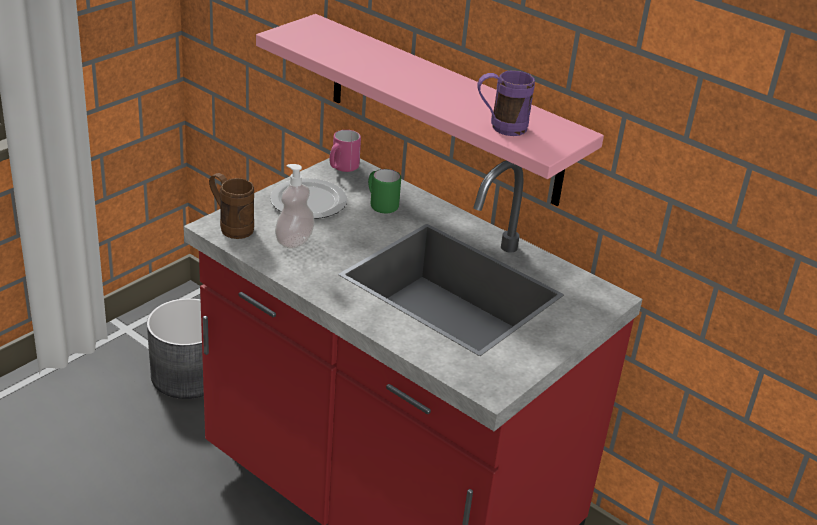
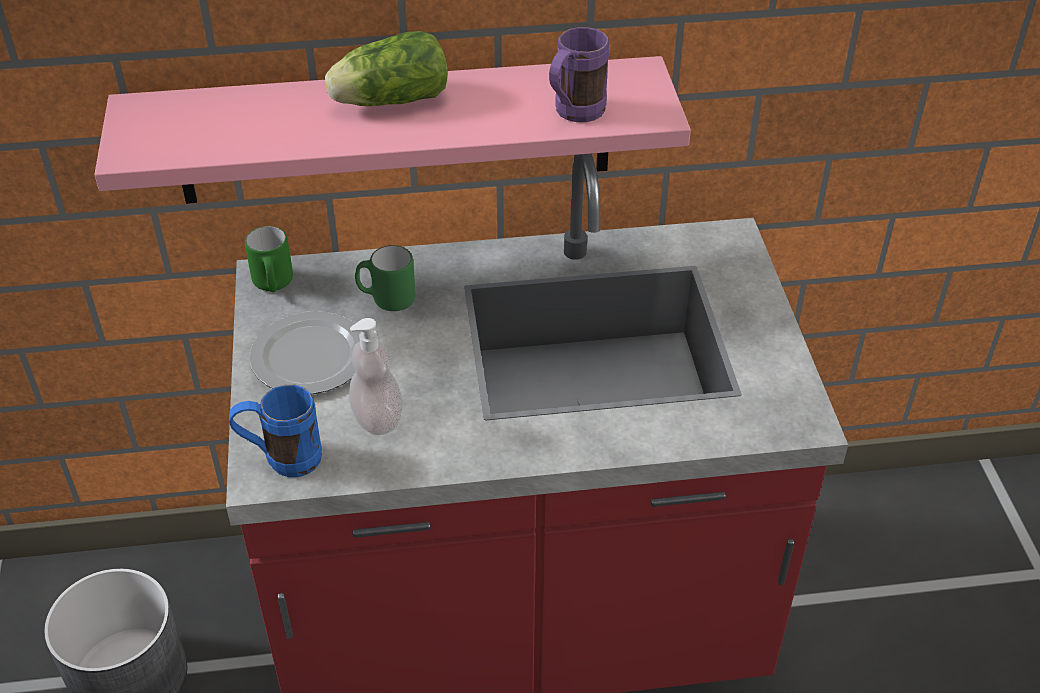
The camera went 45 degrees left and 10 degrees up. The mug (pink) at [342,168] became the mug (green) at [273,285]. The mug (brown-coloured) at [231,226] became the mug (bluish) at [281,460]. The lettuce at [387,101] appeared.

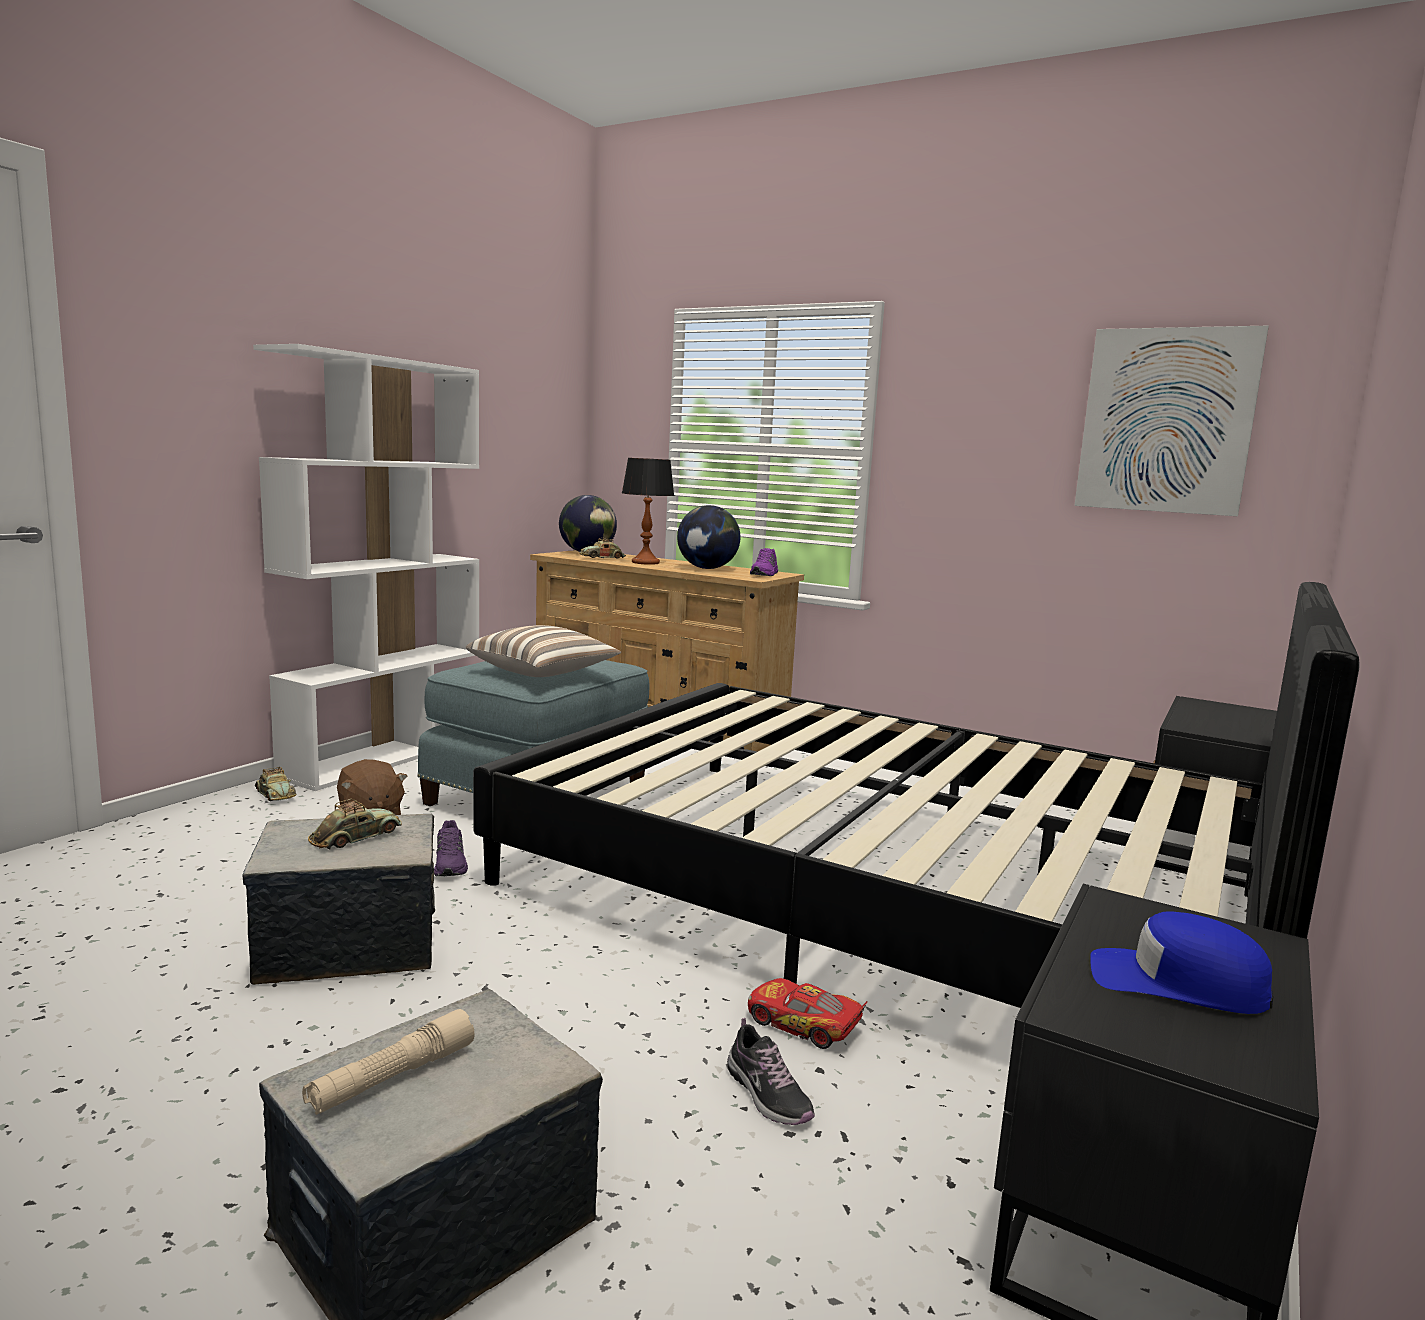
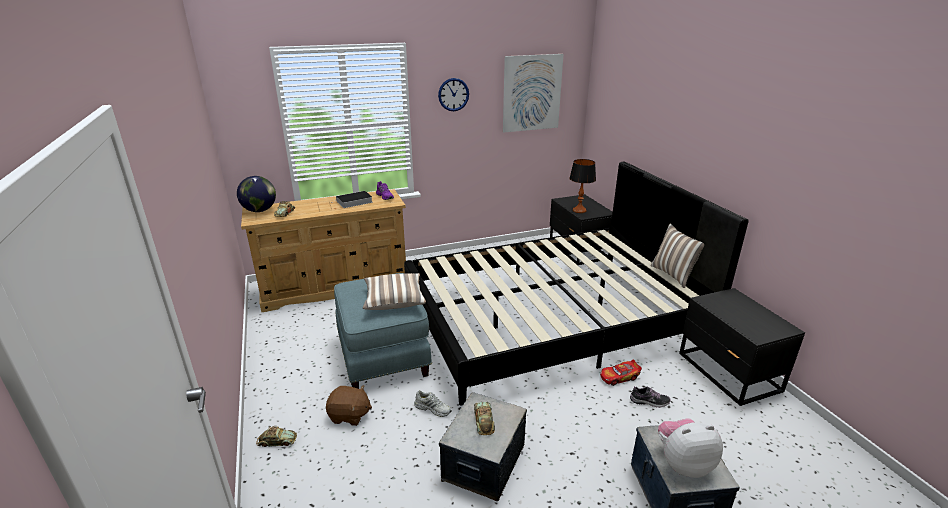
The camera went 50 degrees left and 15 degrees up. The shelving unit (white) at [384,756] disappeared. The lamp for a table moved from [646,562] to [579,210]. The desk globe at [707,568] was replaced by the volume at [353,202]. The low shoe (purple) at [451,864] became the low shoe (white) at [433,408]. The cap (bluish) at [1176,983] disappeared. The flashlight (beige) at [392,1078] was replaced by the soft toy at [683,463]. The clock on the wall at [453,94] appeared. The cushion at [674,275] appeared.

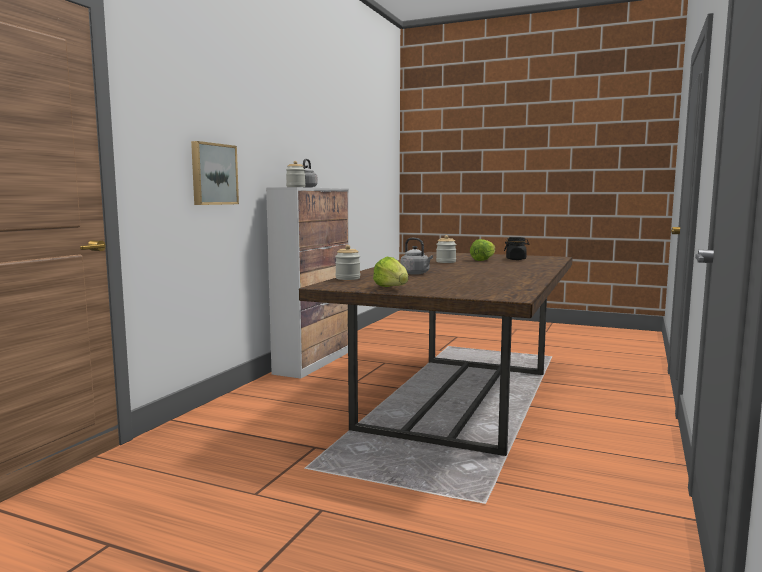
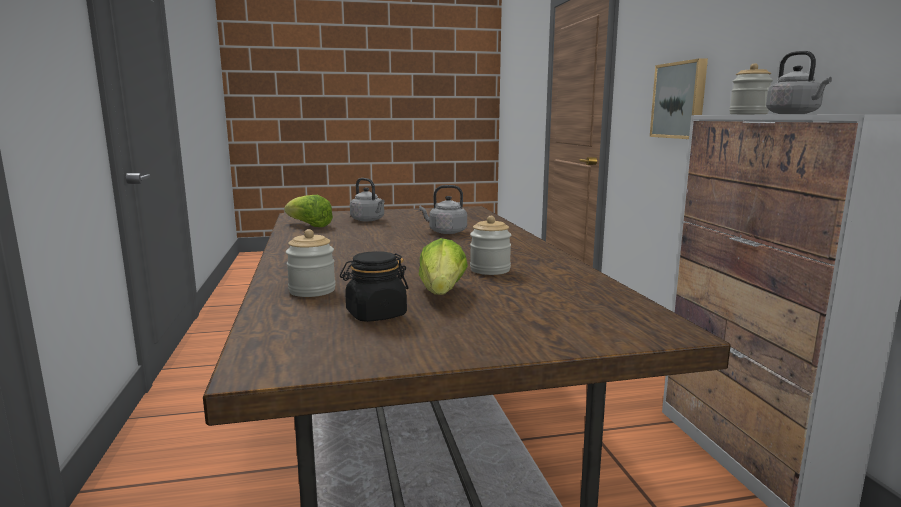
The camera went 145 degrees right and 5 degrees up. The storage jar moved from [347,278] to [312,290]. The lettuce moved from [392,288] to [309,226]. The water kettle (gray) at [369,220] appeared.

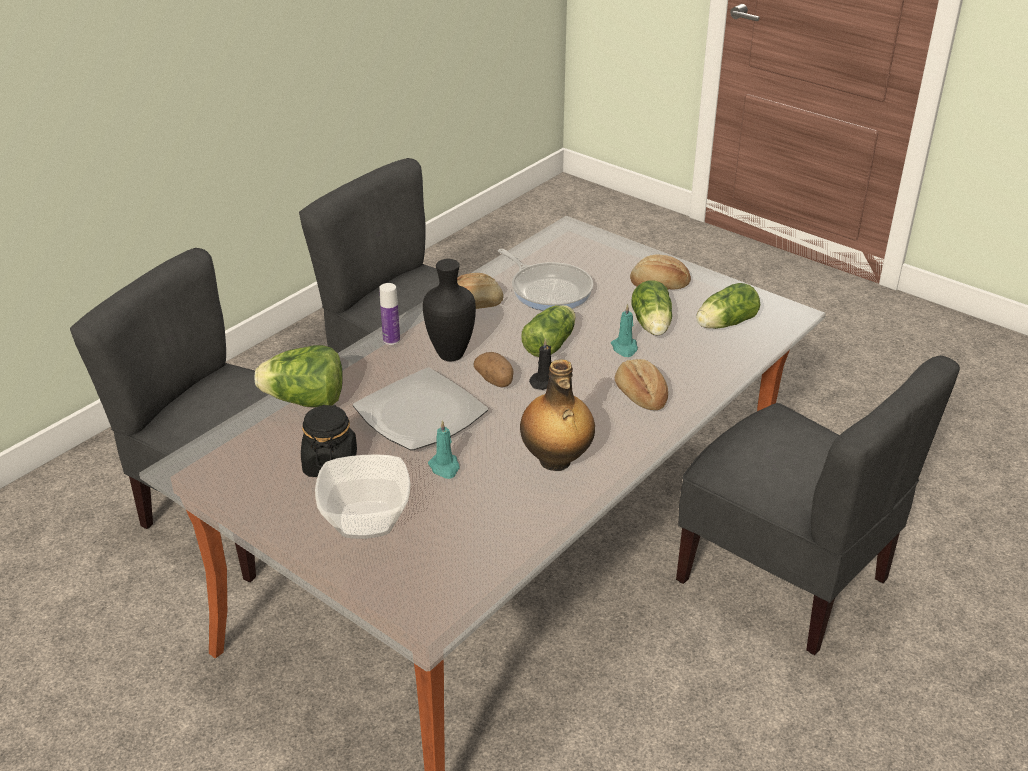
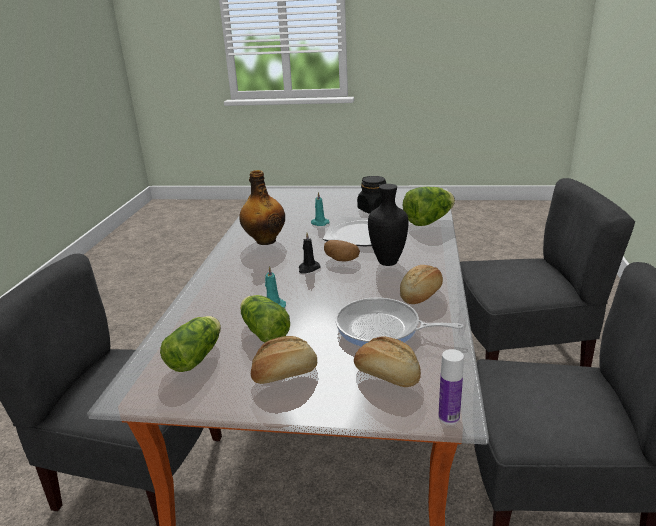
The camera went 150 degrees right and 10 degrees down. The bottle moved from [391,340] to [449,417]. The lettuce at [551,343] disappeared. The bakery bread moved from [639,396] to [387,374]. The serving bowl at [365,521] disappeared.

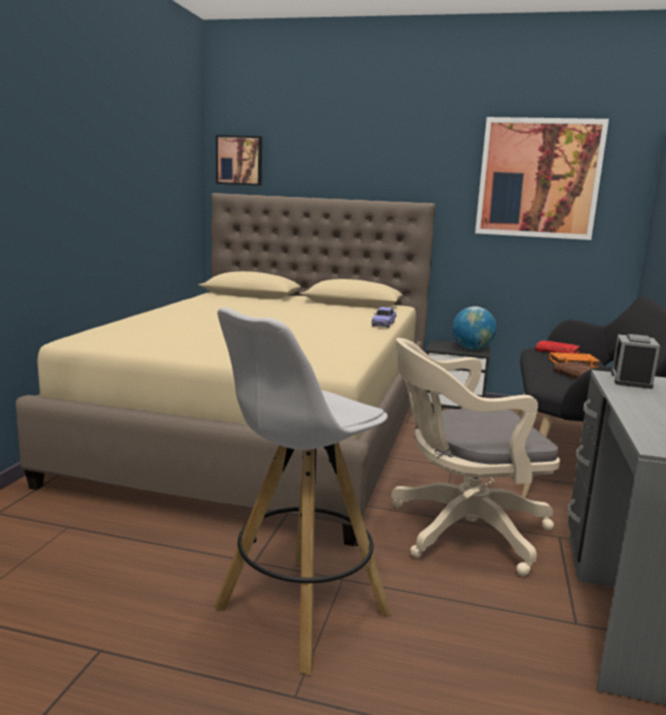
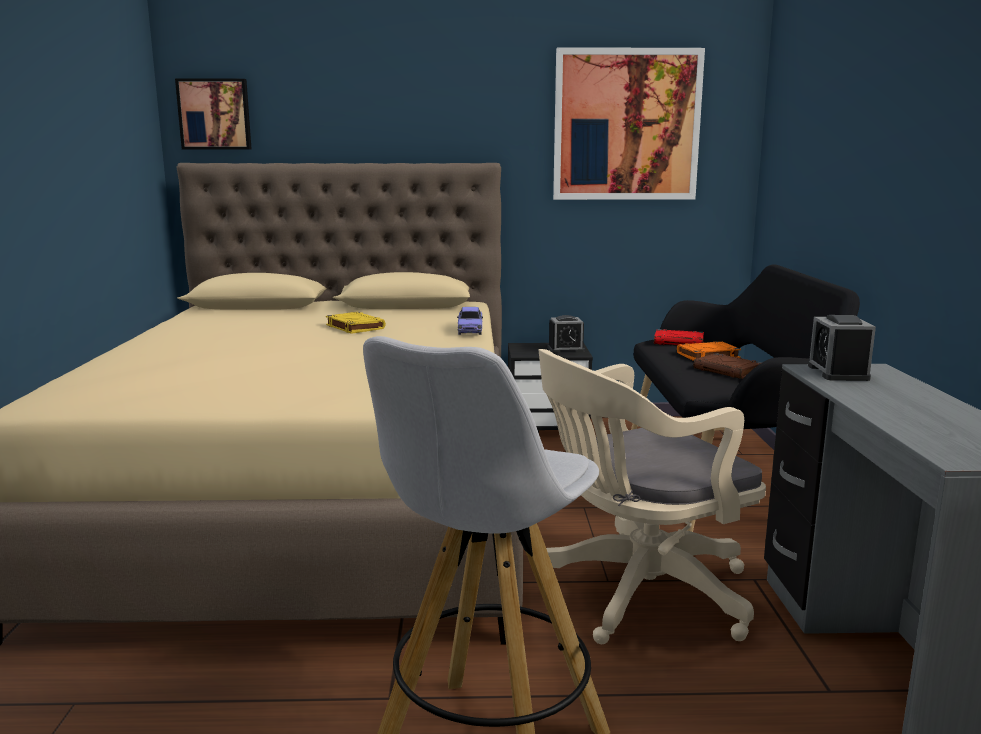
The camera went 15 degrees left and 0 degrees up. The desk globe at [472,349] was replaced by the alarm clock at [566,349]. The volume (yellow-coloured) at [354,327] appeared.

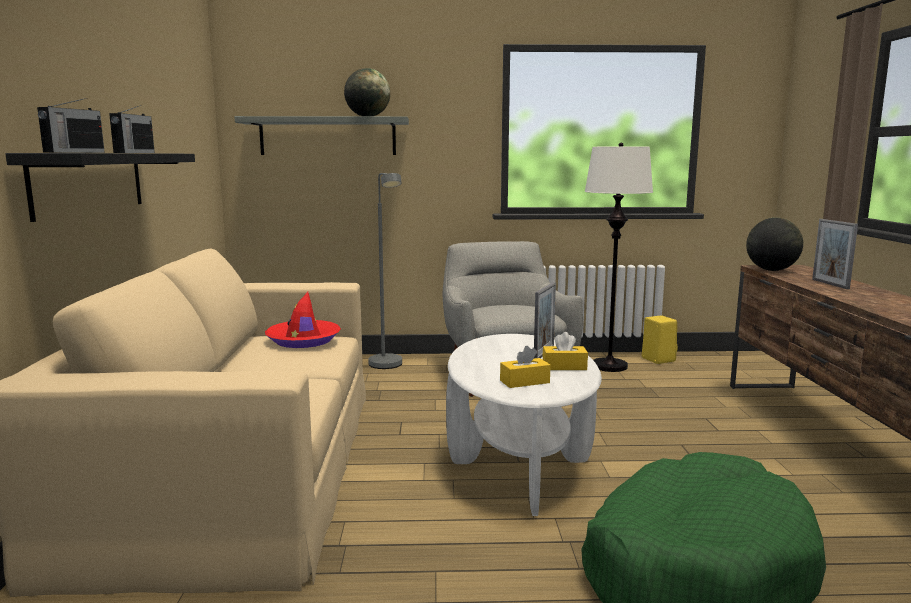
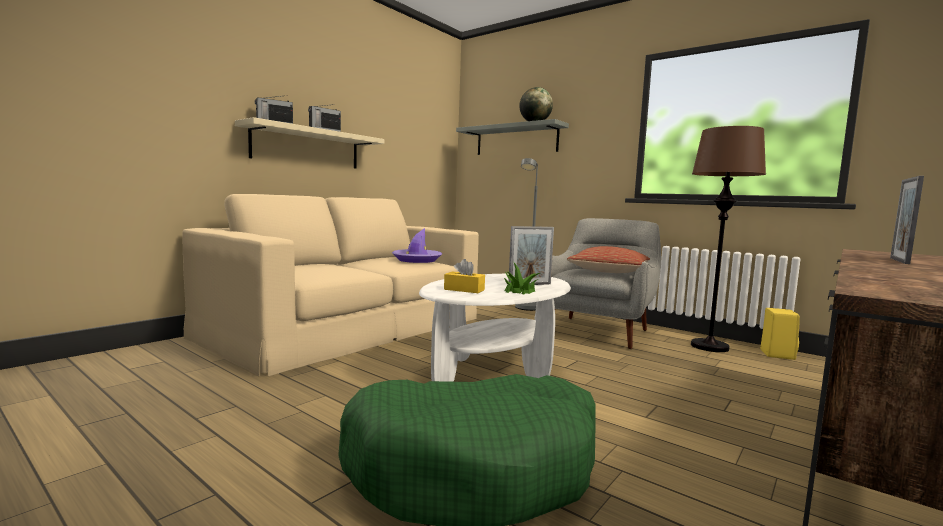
The camera went 40 degrees right and 5 degrees down. The floor lamp (white) at [609,366] became the floor lamp (brown-coloured) at [709,346]. The wall shelf (blackish) at [90,182] became the wall shelf (beige) at [307,147]. The desk globe at [771,270] disappeared. The clothing hat (reddish) at [303,340] became the clothing hat (purple) at [417,260]. The box of tissues (yellow-coloured) at [564,366] was replaced by the houseplant at [519,291]. The cushion at [609,272] appeared.

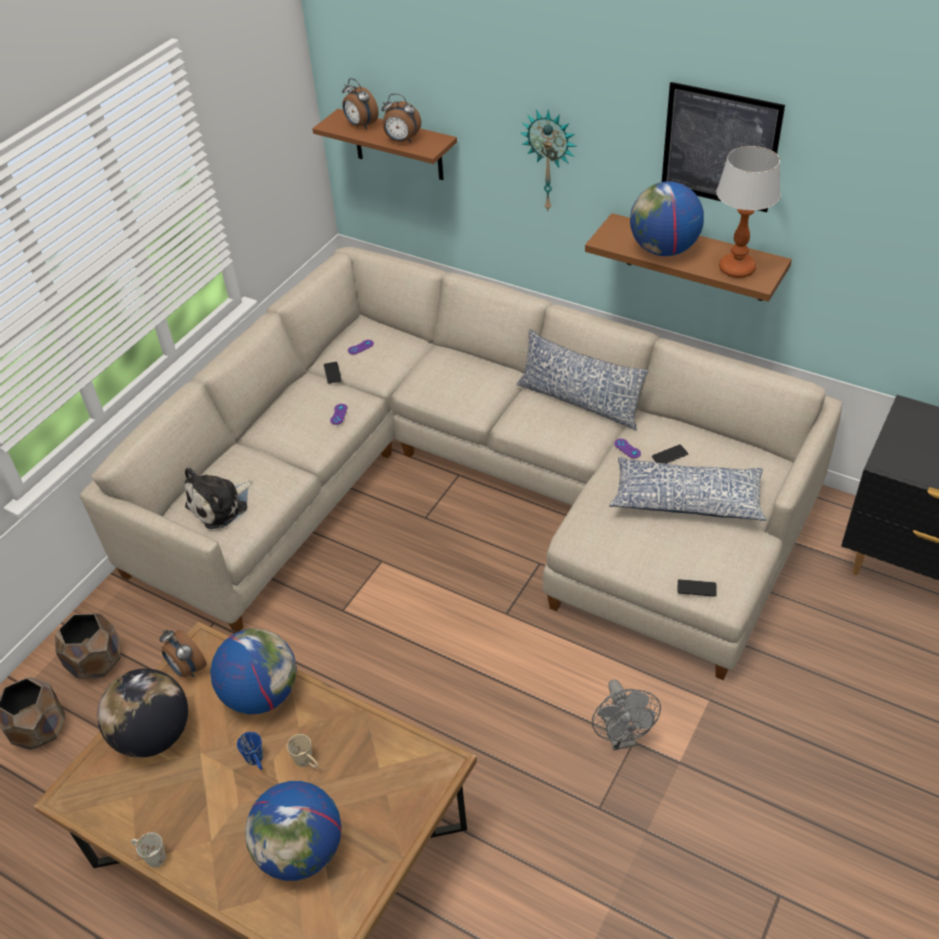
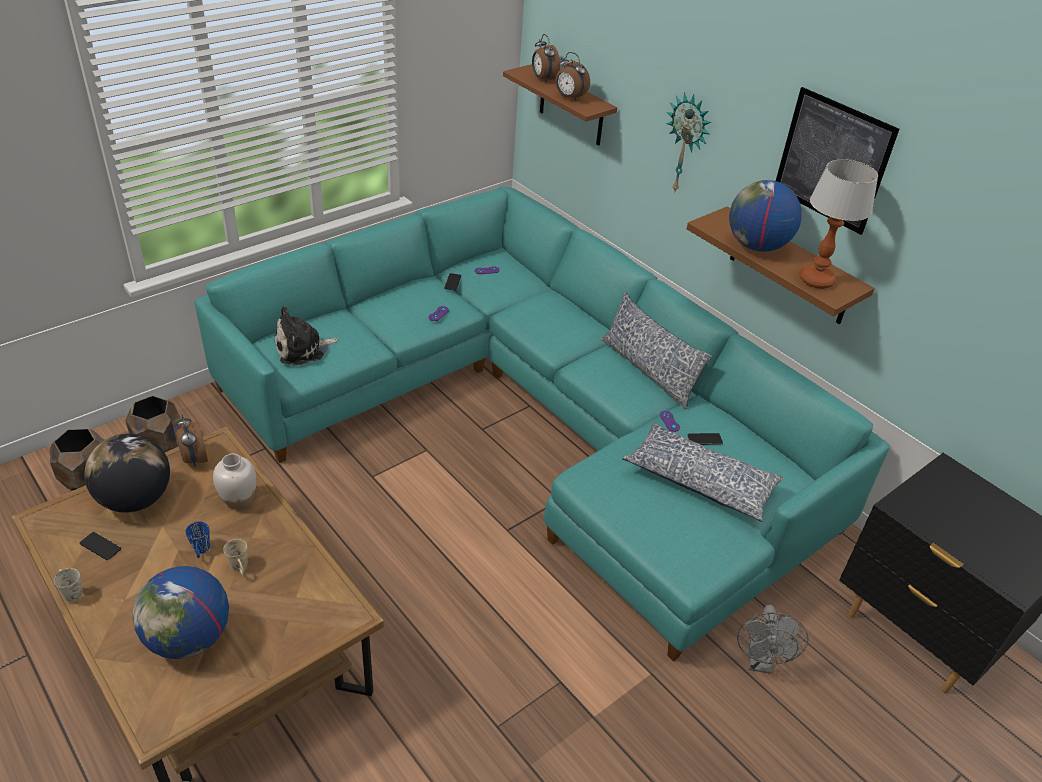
The camera went 15 degrees right and 5 degrees down. The settee (beige) at [474,487] became the settee (blue-green) at [537,420]. The phone moved from [696,588] to [100,546]. The desk globe at [261,694] was replaced by the vase (white) at [239,500]. The cooling fan (gray) moved from [621,737] to [760,662].

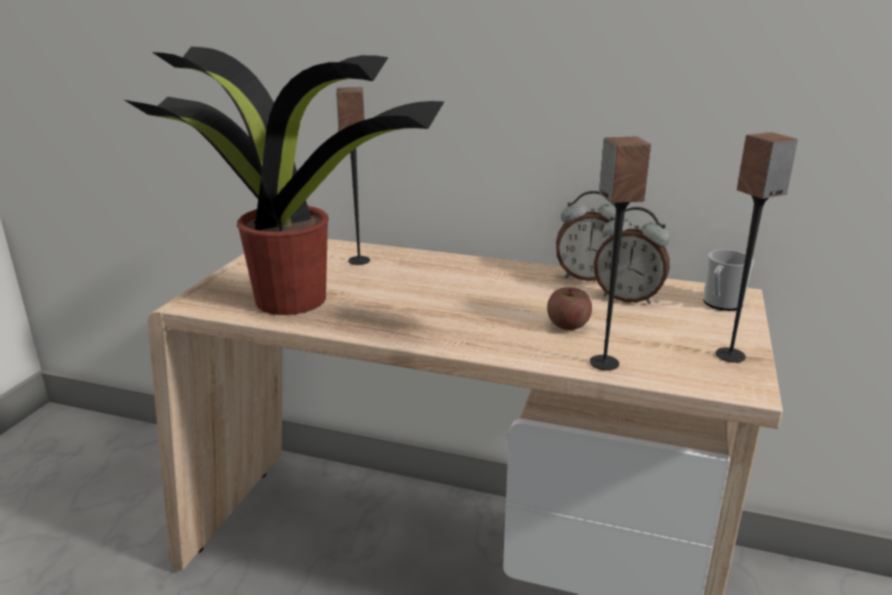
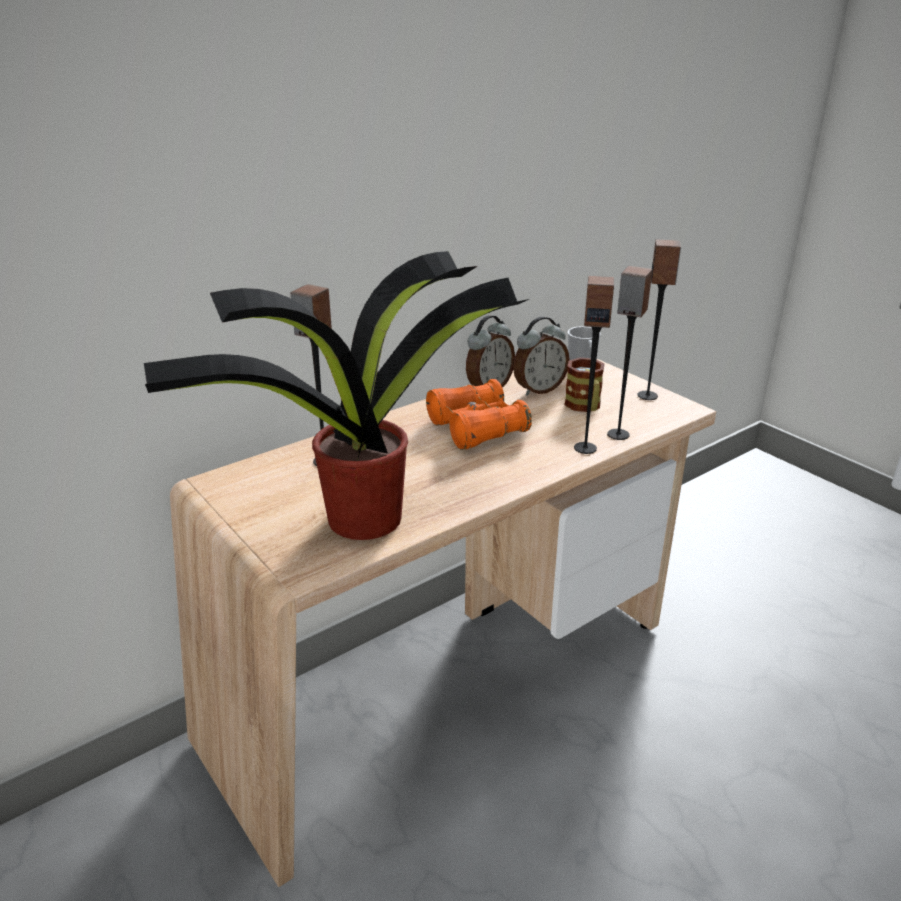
The camera went 55 degrees left and 5 degrees up. The apple at [568,325] disappeared. The audio speaker at [585,448] appeared. The mug at [585,407] appeared. The binoculars (orange) at [476,428] appeared.

